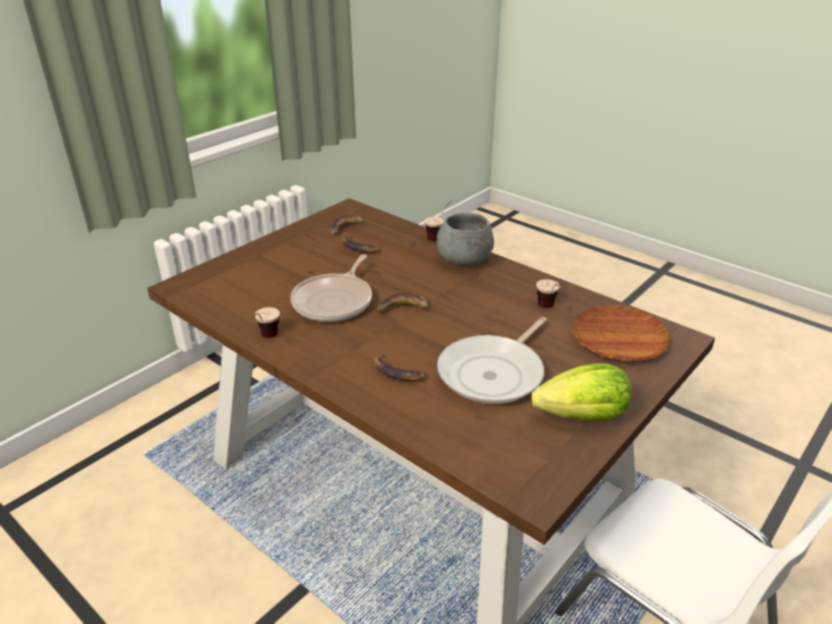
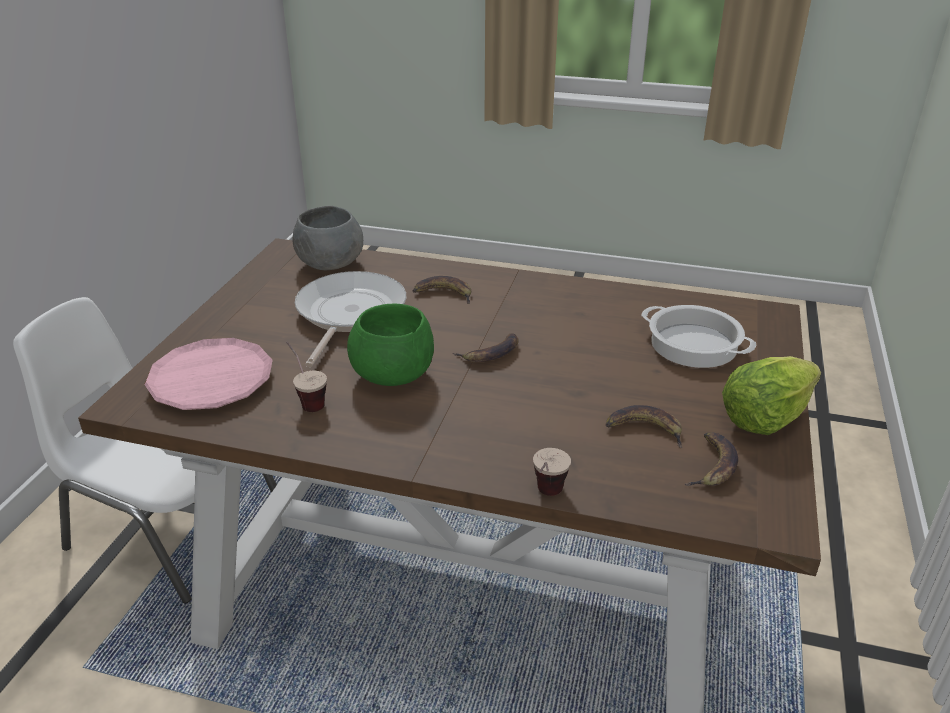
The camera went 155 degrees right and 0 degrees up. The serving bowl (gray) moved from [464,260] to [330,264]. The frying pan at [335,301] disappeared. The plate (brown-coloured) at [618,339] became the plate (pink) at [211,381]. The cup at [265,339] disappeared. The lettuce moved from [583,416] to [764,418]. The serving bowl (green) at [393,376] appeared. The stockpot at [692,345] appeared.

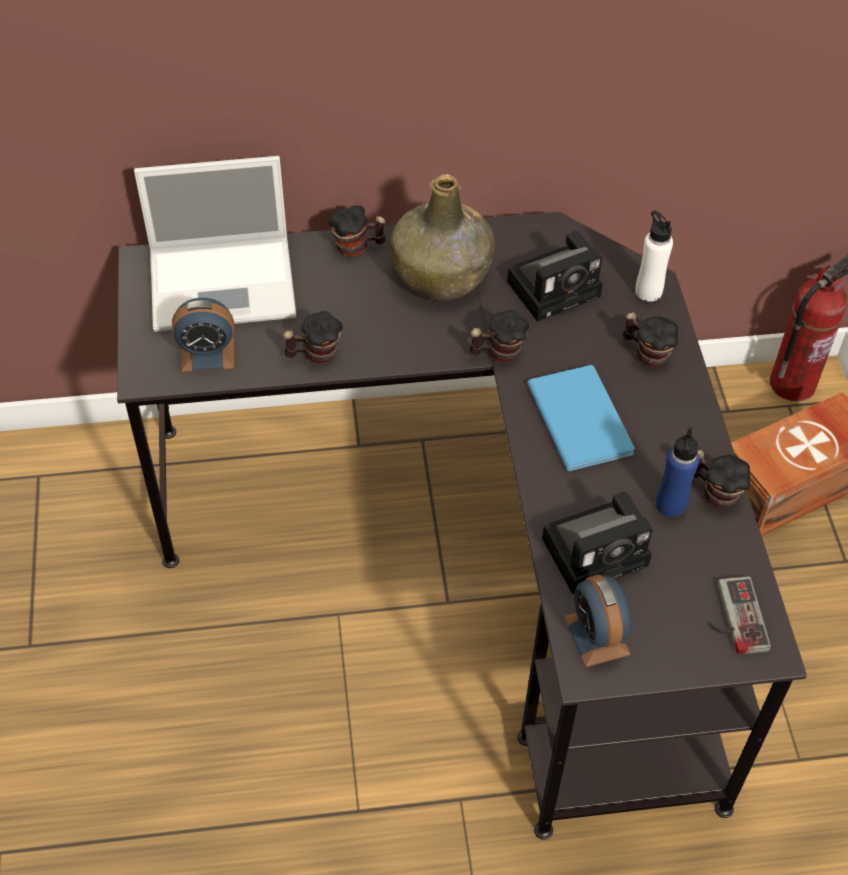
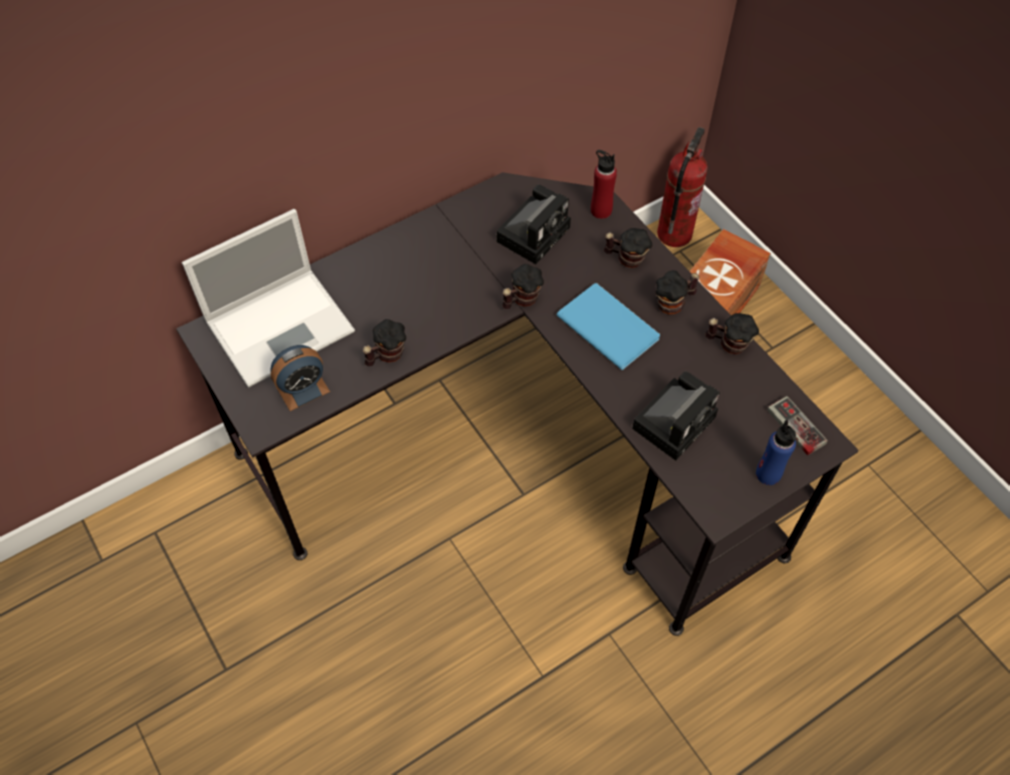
The camera went 25 degrees left and 5 degrees up. The bottle (green) at [442,274] disappeared. The mug moved from [357,247] to [674,303]. The bottle (white) at [648,291] became the bottle (reddish) at [601,210]. The bottle (bluish) moved from [670,504] to [768,474]. The alarm clock at [597,635] disappeared.

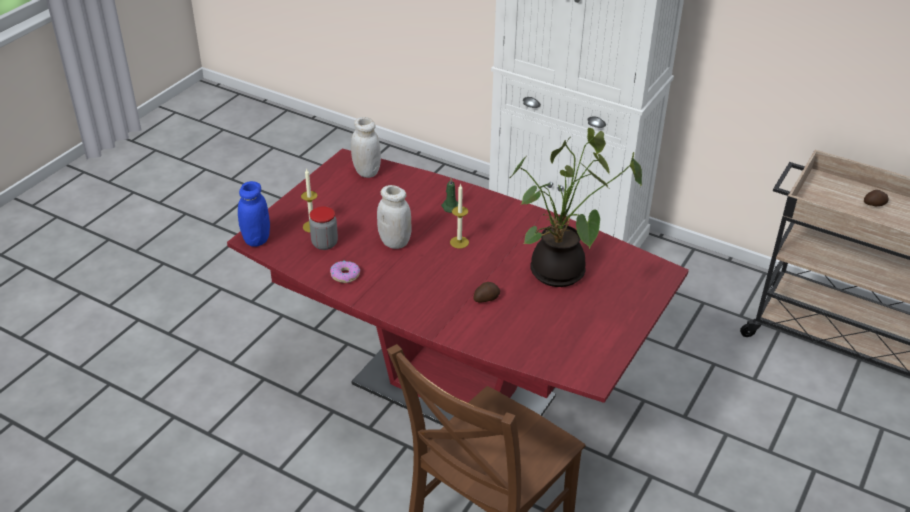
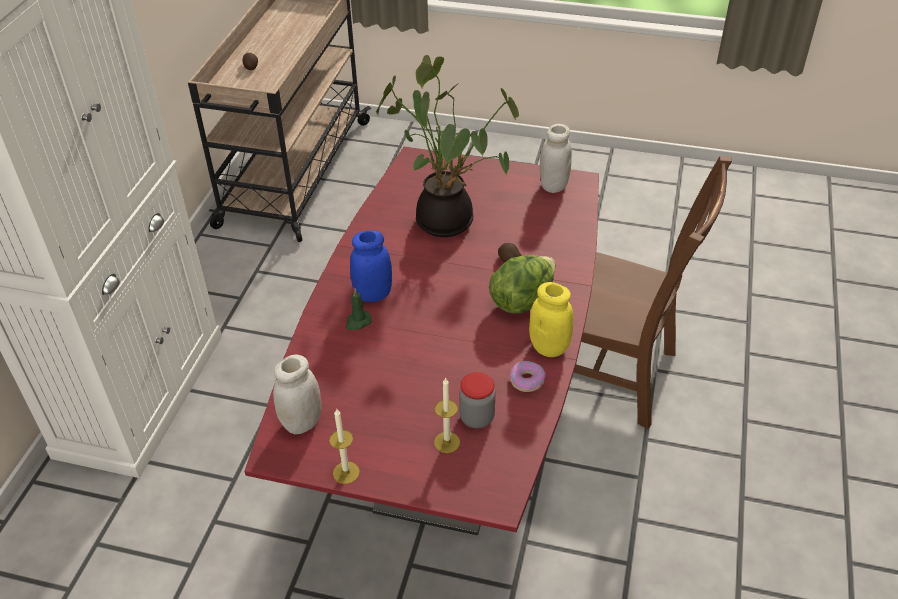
The camera went 105 degrees left and 5 degrees up. The storage jar (bluish) moved from [256,239] to [373,294]. The wax light moved from [459,242] to [346,472]. The storage jar (white) moved from [395,242] to [553,185]. The lettuce at [522,300] appeared. The storage jar (yellow-coloured) at [549,347] appeared.

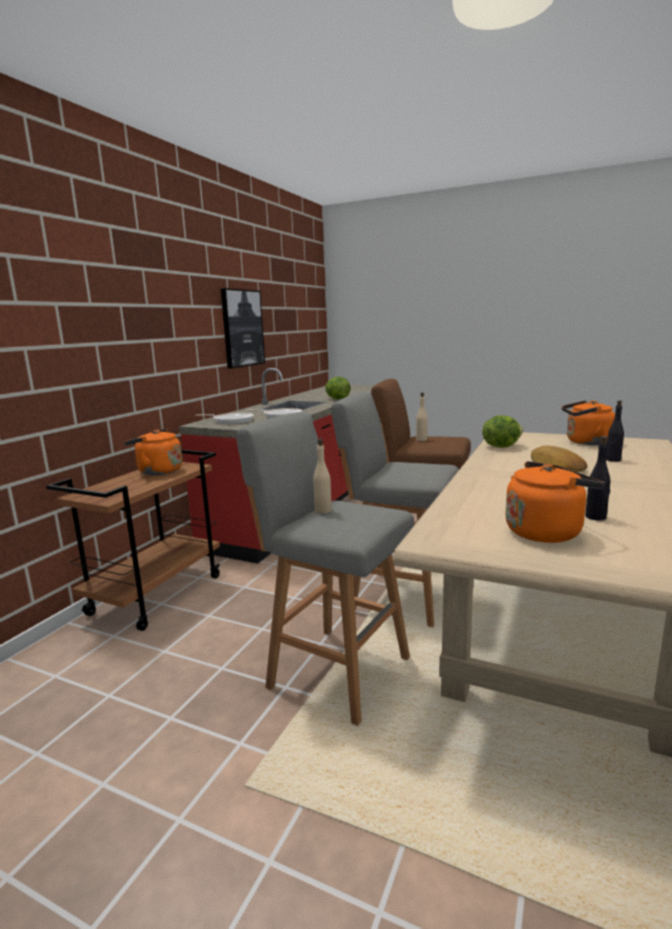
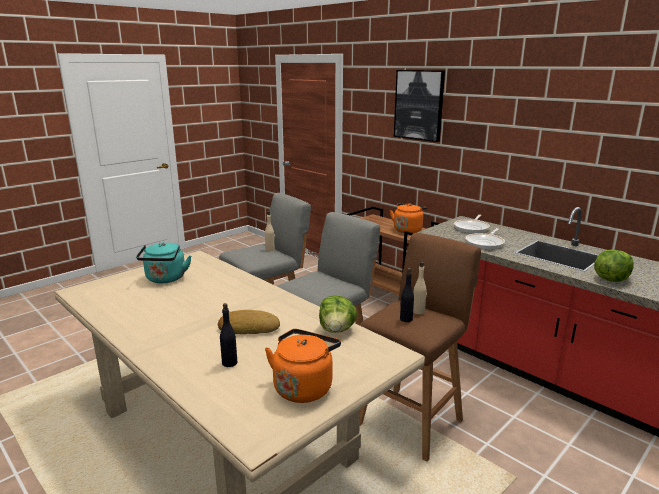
The camera went 110 degrees right and 5 degrees up. The wall picture moved from [242,328] to [419,105]. The bottle (blackish) moved from [596,517] to [405,319]. The water kettle (orange) at [546,531] became the water kettle (blue-green) at [165,279].

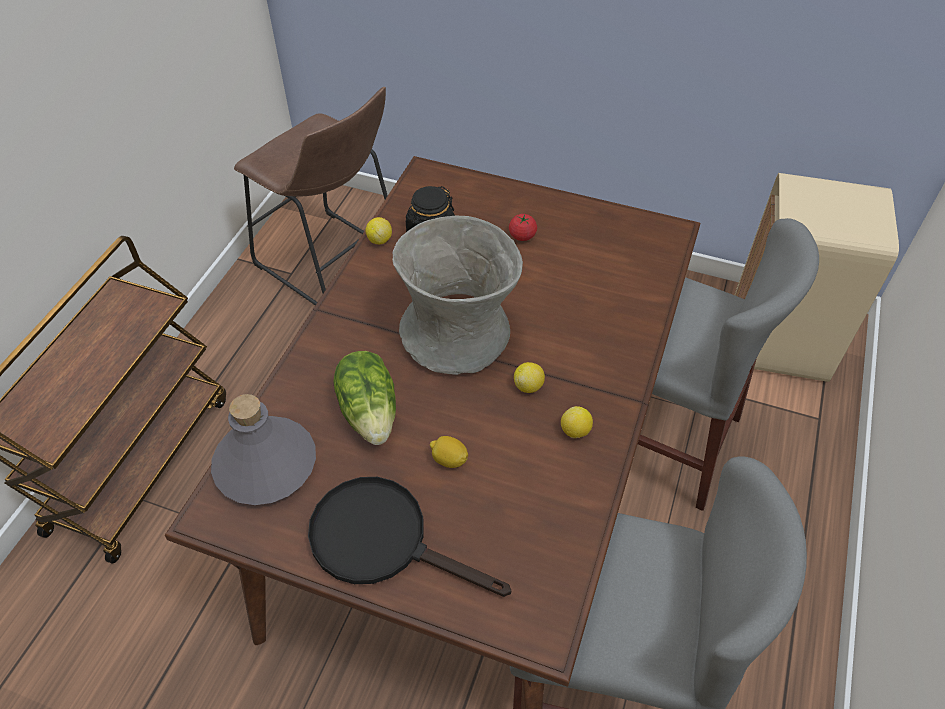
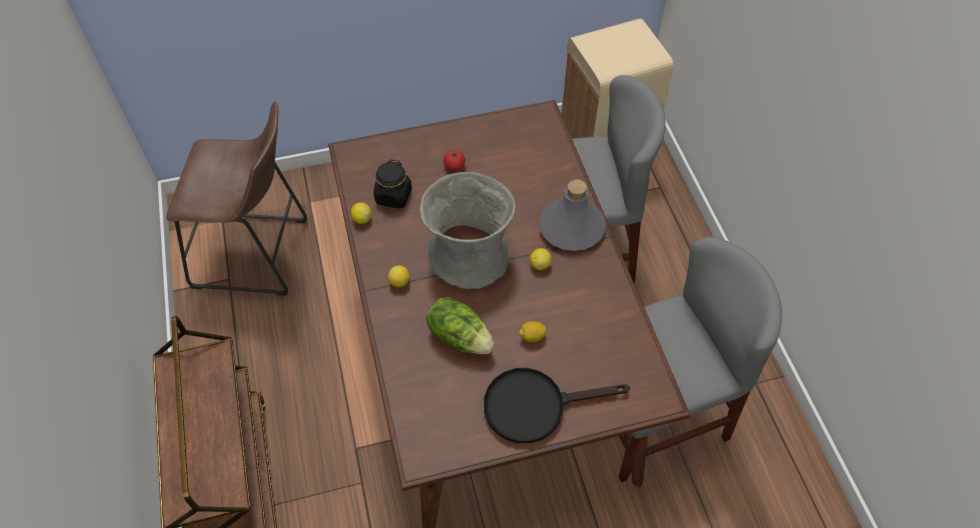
The camera went 35 degrees left and 5 degrees up. The bottle (gray) moved from [266,464] to [572,227]. The citrus fruit moved from [575,431] to [399,282].

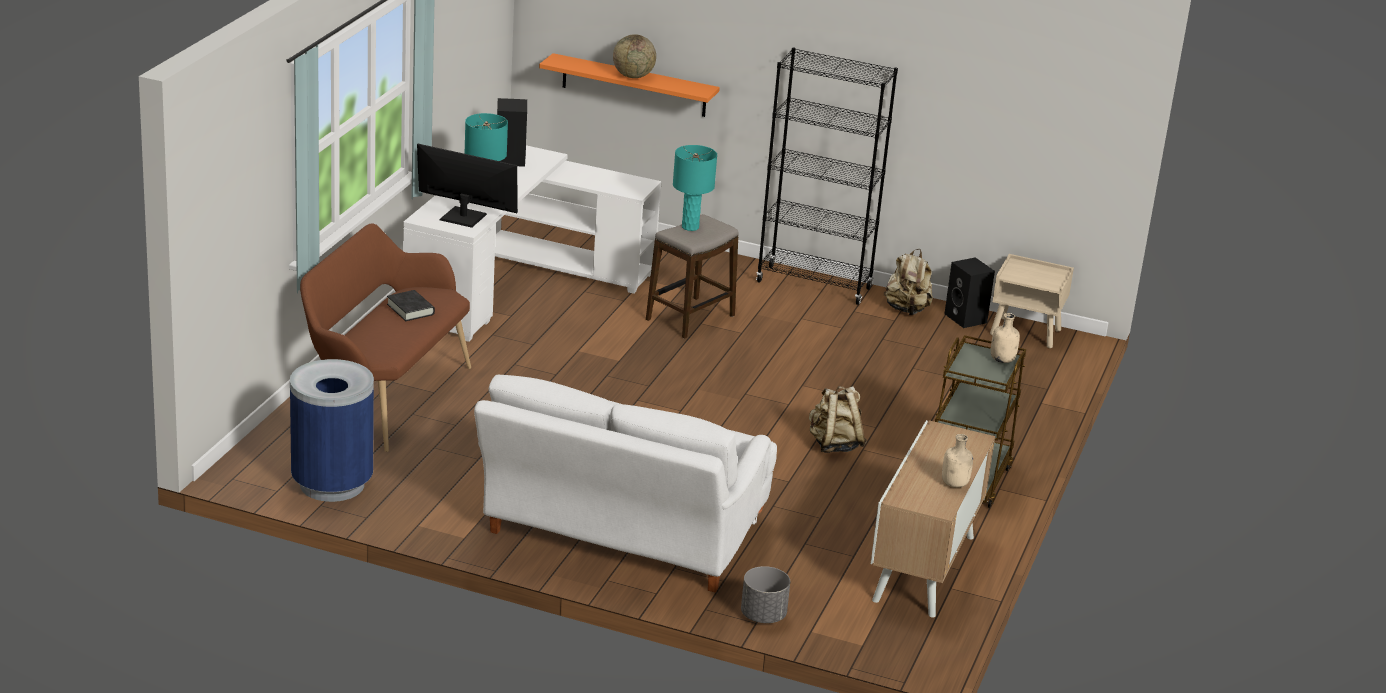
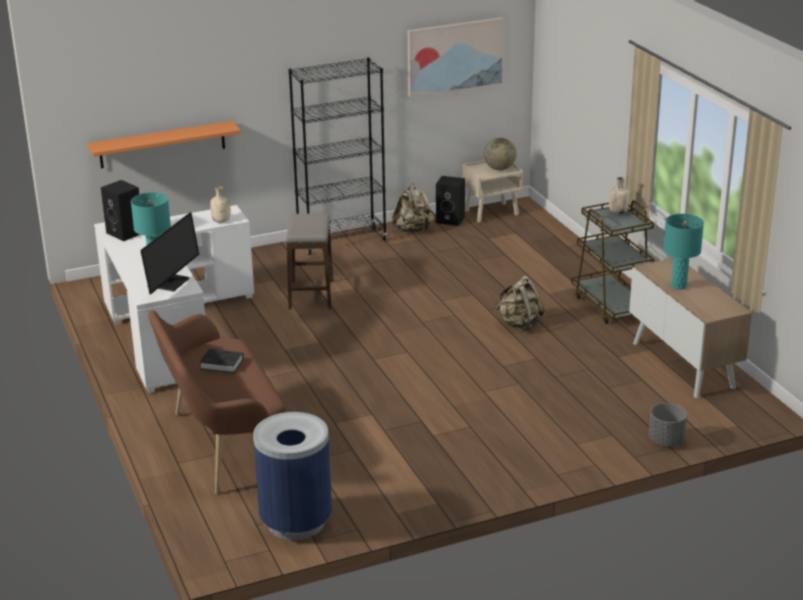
The camera went 40 degrees left and 0 degrees up. The desk globe moved from [633,76] to [499,168]. The computer screen at [463,216] turned 135 degrees clockwise. The lamp for a table (blue-green) moved from [690,227] to [679,286]. The settee (white) at [622,533] disappeared. The bottle (beige) moved from [955,484] to [222,221]. The wall picture at [454,56] appeared.

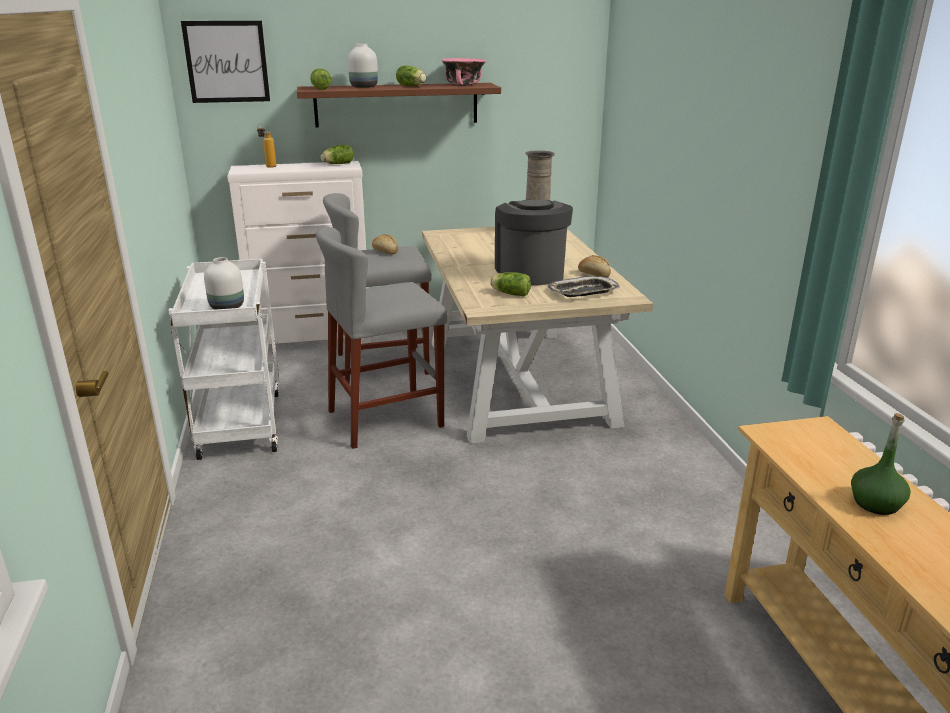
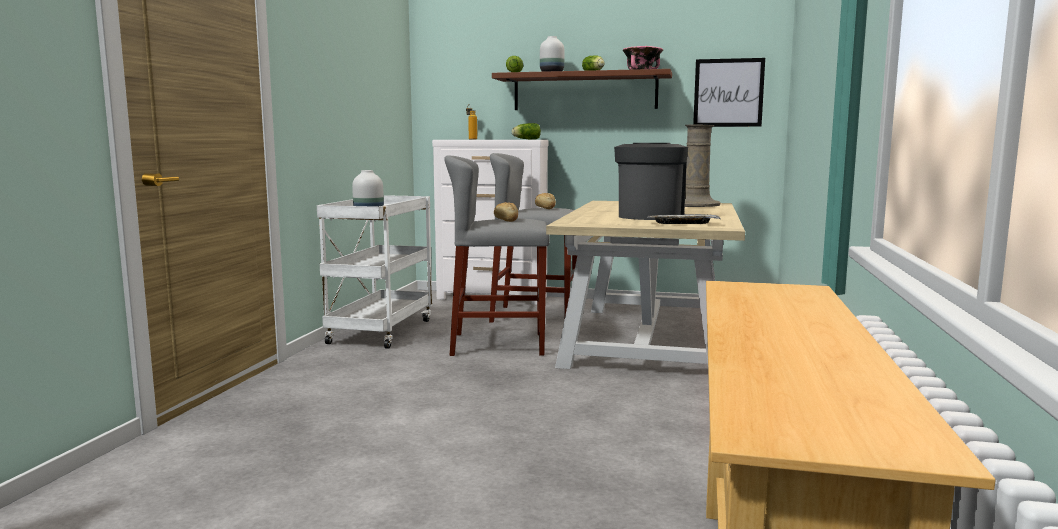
The camera went 25 degrees right and 15 degrees down. The wall picture moved from [226,62] to [728,93]. The bakery bread moved from [594,274] to [506,220]. The lettuce at [509,293] disappeared. The bottle (green) at [876,503] disappeared.

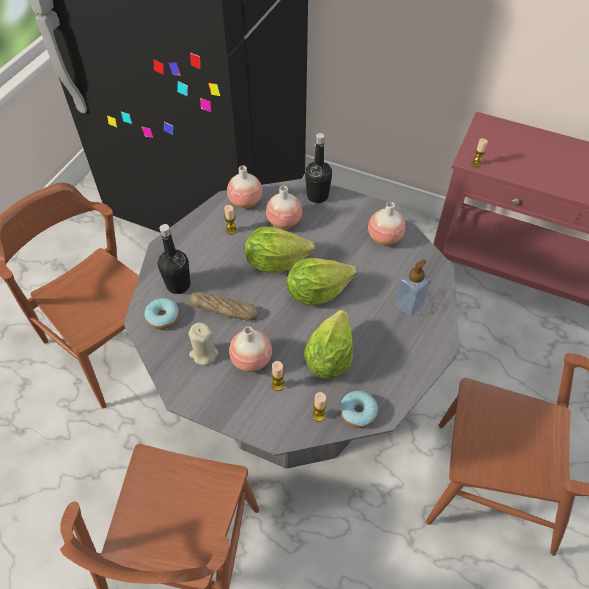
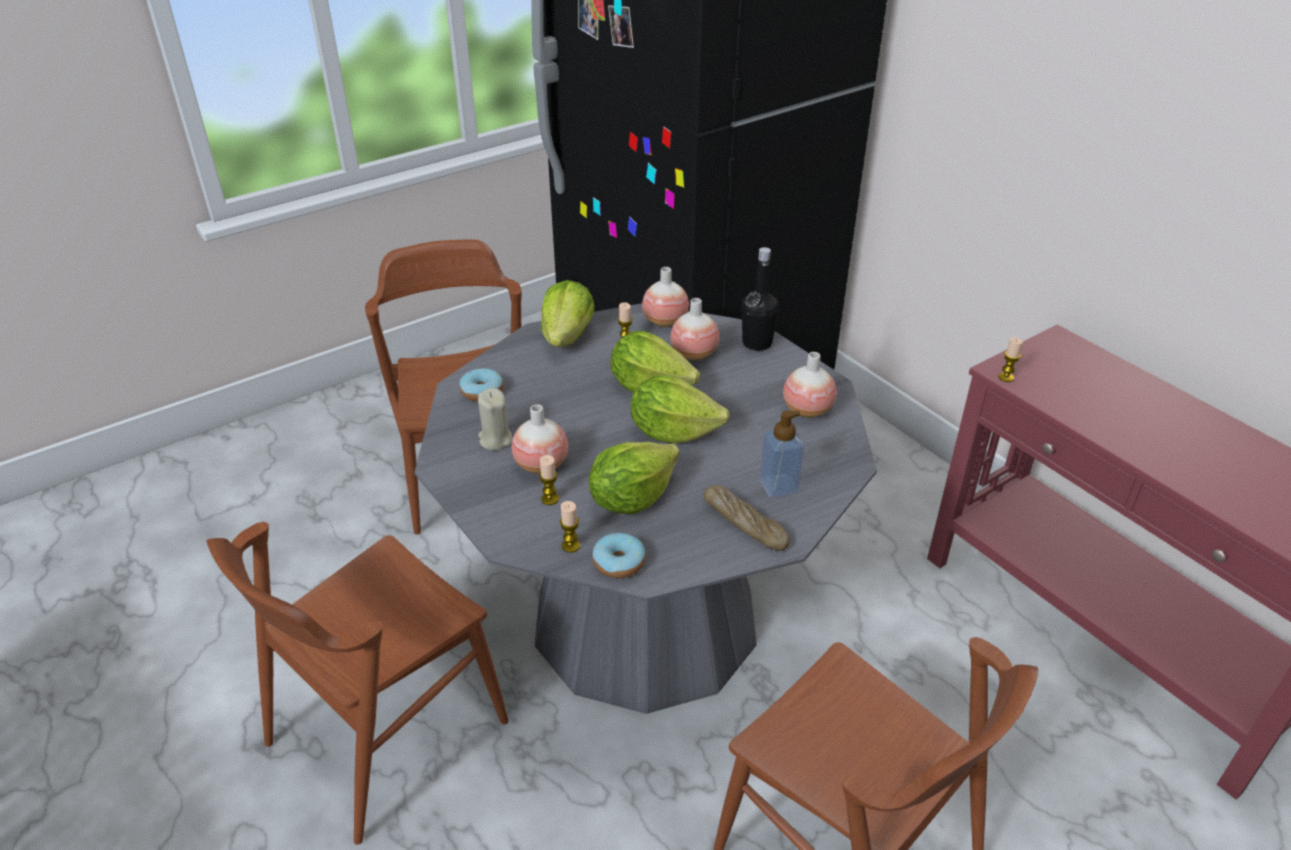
The camera went 30 degrees right and 15 degrees down. The bottle (blackish) at [178,285] disappeared. The bakery bread moved from [224,309] to [744,524]. The lettuce at [567,336] appeared.

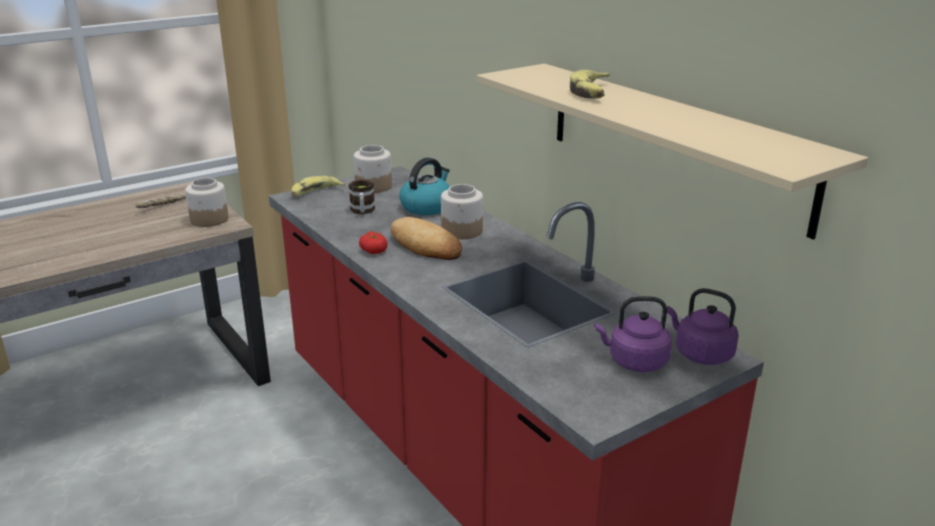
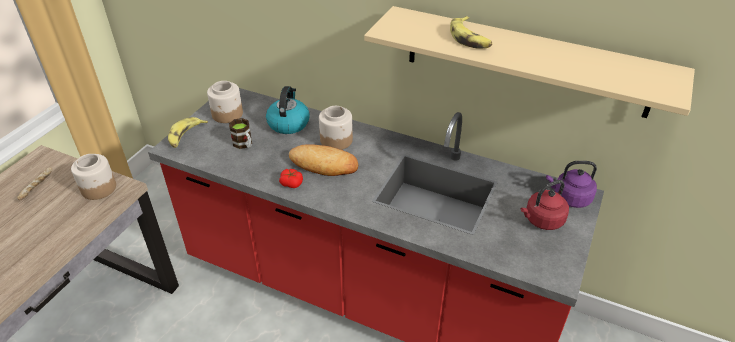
The camera went 30 degrees left and 15 degrees up. The water kettle (purple) at [634,362] became the water kettle (reddish) at [542,220].

